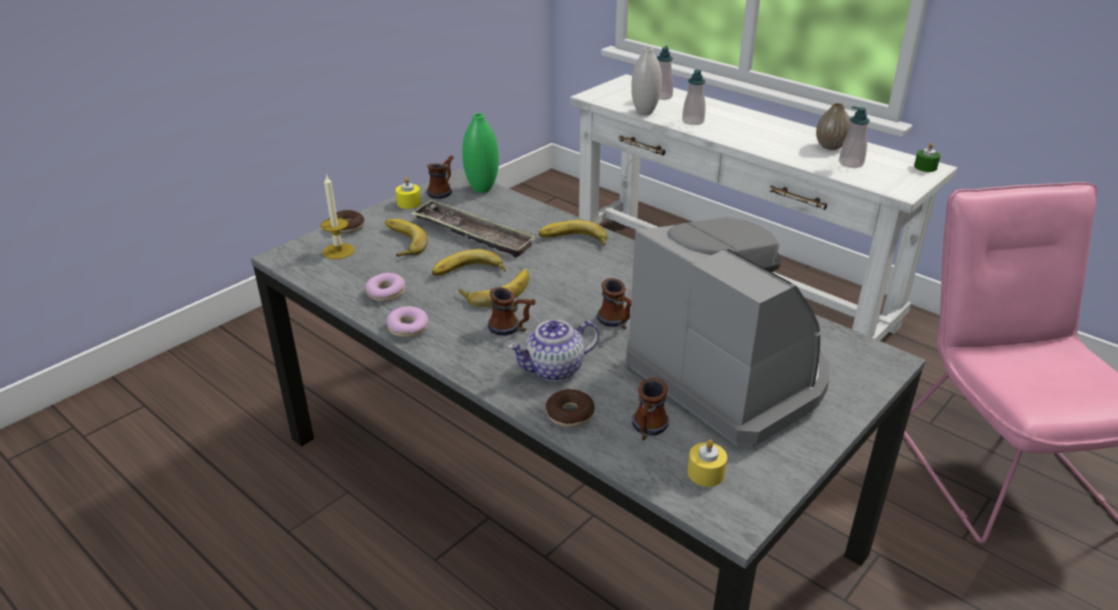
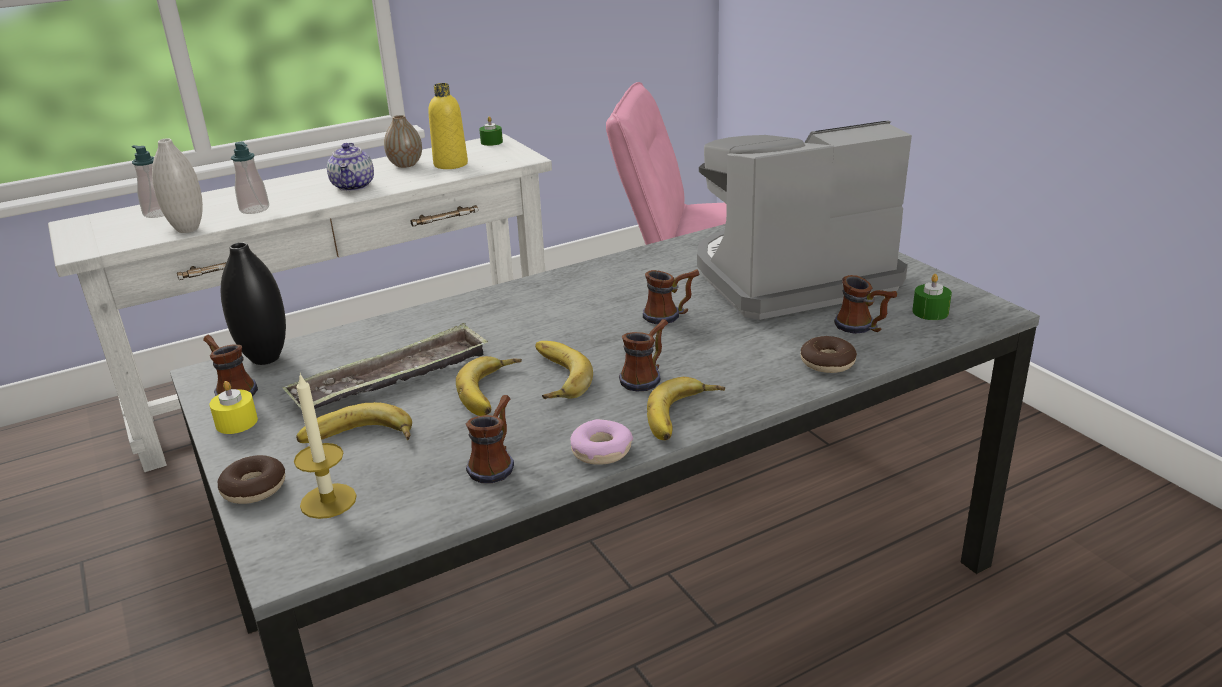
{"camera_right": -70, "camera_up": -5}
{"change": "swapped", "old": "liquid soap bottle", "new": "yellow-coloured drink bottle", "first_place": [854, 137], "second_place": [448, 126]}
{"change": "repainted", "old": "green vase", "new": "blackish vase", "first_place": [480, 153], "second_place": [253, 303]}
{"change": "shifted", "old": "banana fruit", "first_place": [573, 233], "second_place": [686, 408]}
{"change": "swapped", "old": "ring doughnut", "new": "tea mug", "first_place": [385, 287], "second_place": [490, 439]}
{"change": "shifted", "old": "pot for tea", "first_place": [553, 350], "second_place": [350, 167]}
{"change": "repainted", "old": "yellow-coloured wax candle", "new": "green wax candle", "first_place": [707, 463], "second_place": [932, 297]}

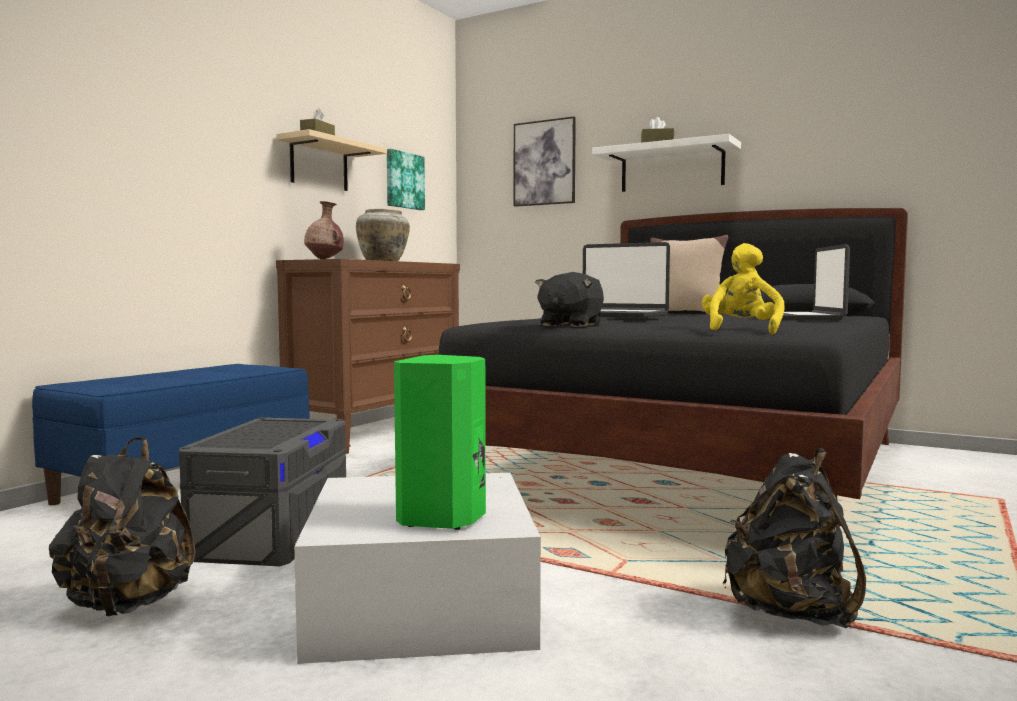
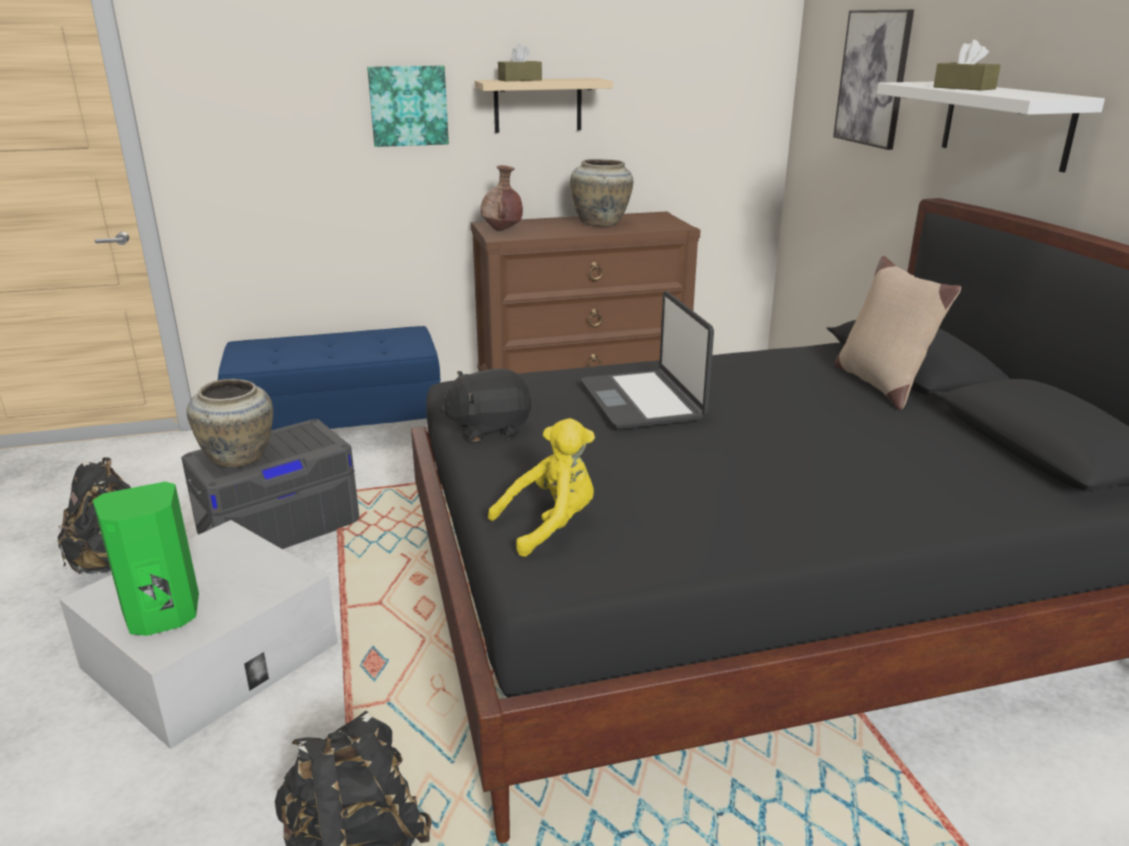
{"camera_right": 45, "camera_up": 20}
{"change": "shifted", "old": "wall picture", "first_place": [406, 179], "second_place": [408, 106]}
{"change": "gone", "old": "laptop", "first_place": [801, 282]}
{"change": "new", "new": "sand-coloured vase", "second_place": [230, 423]}

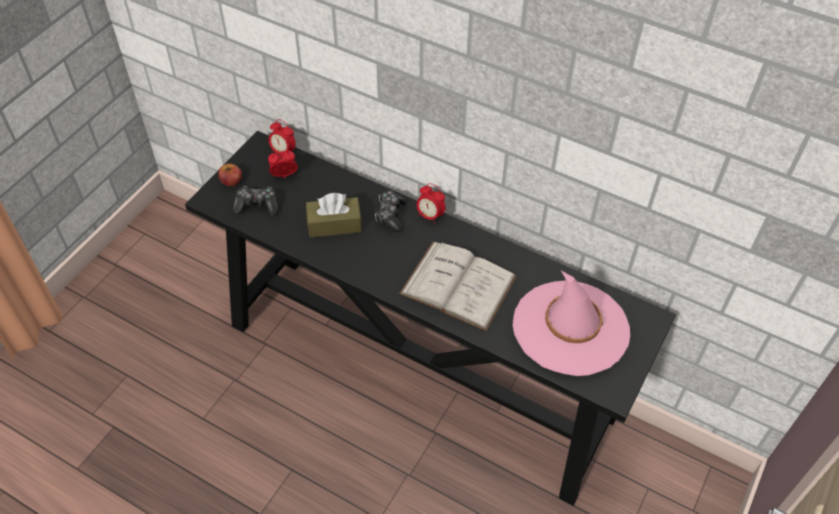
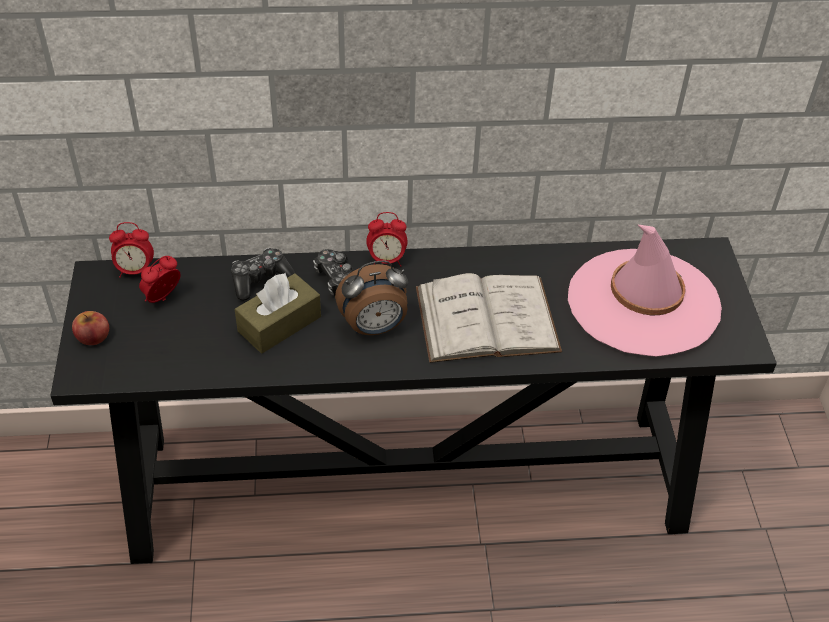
{"camera_right": -35, "camera_up": -5}
{"change": "shifted", "old": "gamepad", "first_place": [255, 200], "second_place": [263, 274]}
{"change": "new", "new": "alarm clock", "second_place": [371, 297]}

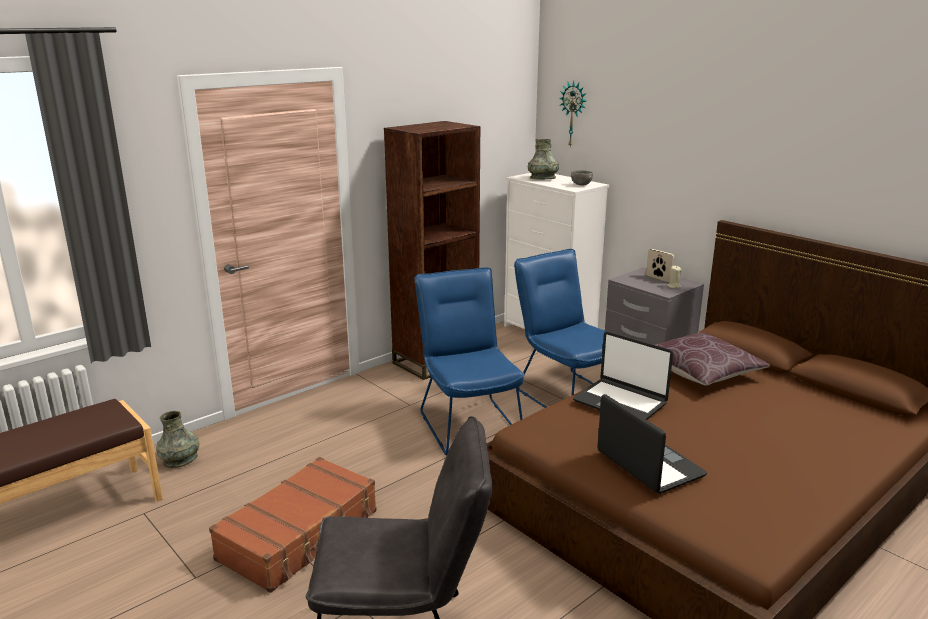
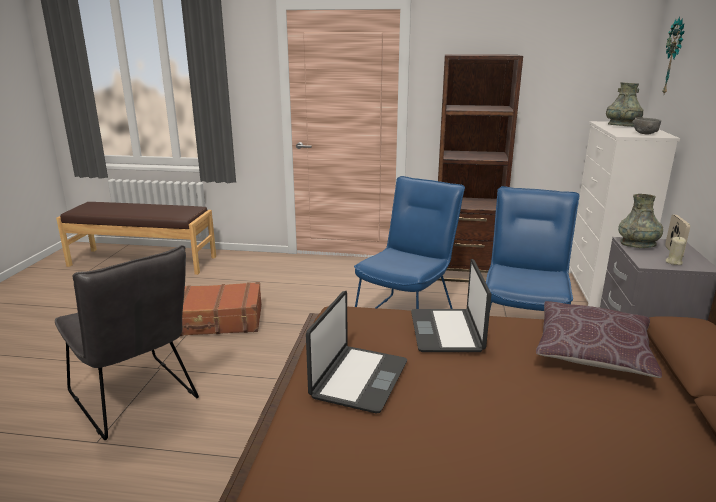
{"camera_right": 50, "camera_up": 0}
{"change": "shifted", "old": "greyish vase", "first_place": [177, 439], "second_place": [640, 221]}

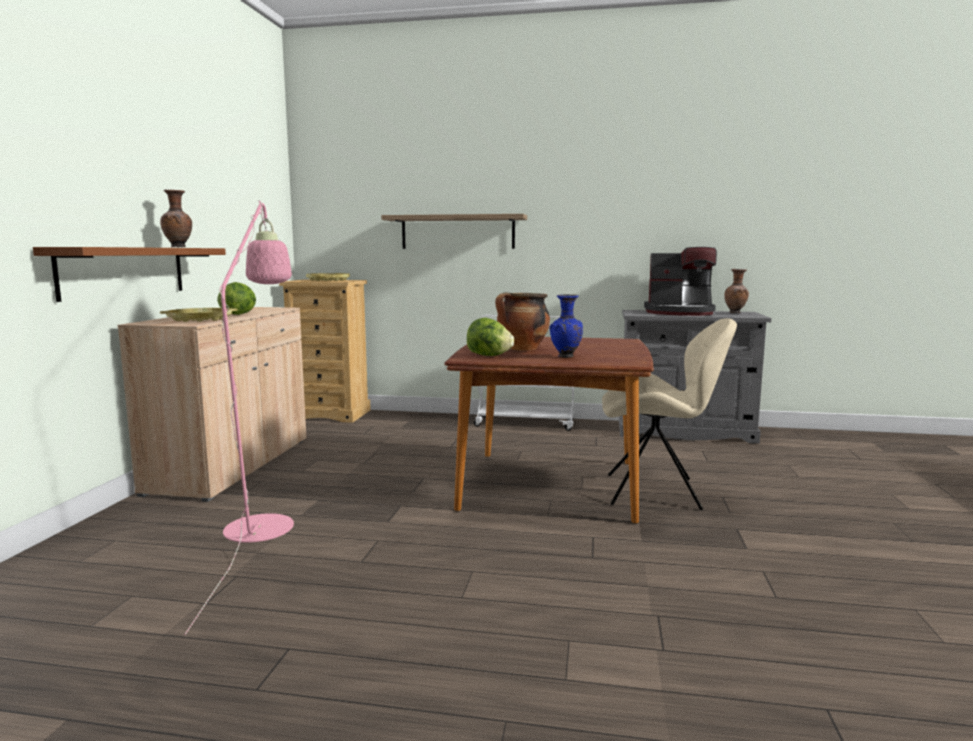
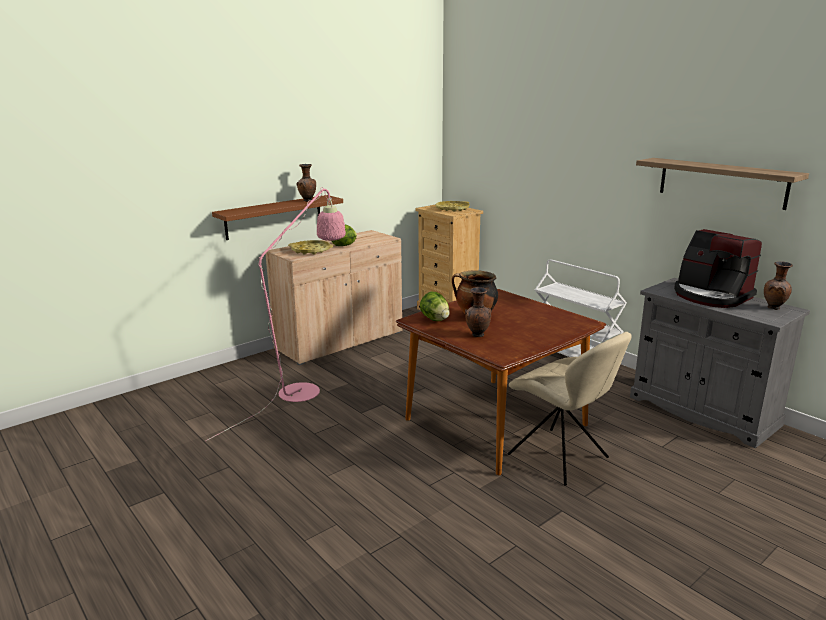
{"camera_right": 40, "camera_up": 10}
{"change": "shifted", "old": "wall shelf", "first_place": [454, 231], "second_place": [722, 184]}
{"change": "repainted", "old": "blue vase", "new": "brown-coloured vase", "first_place": [566, 326], "second_place": [478, 312]}

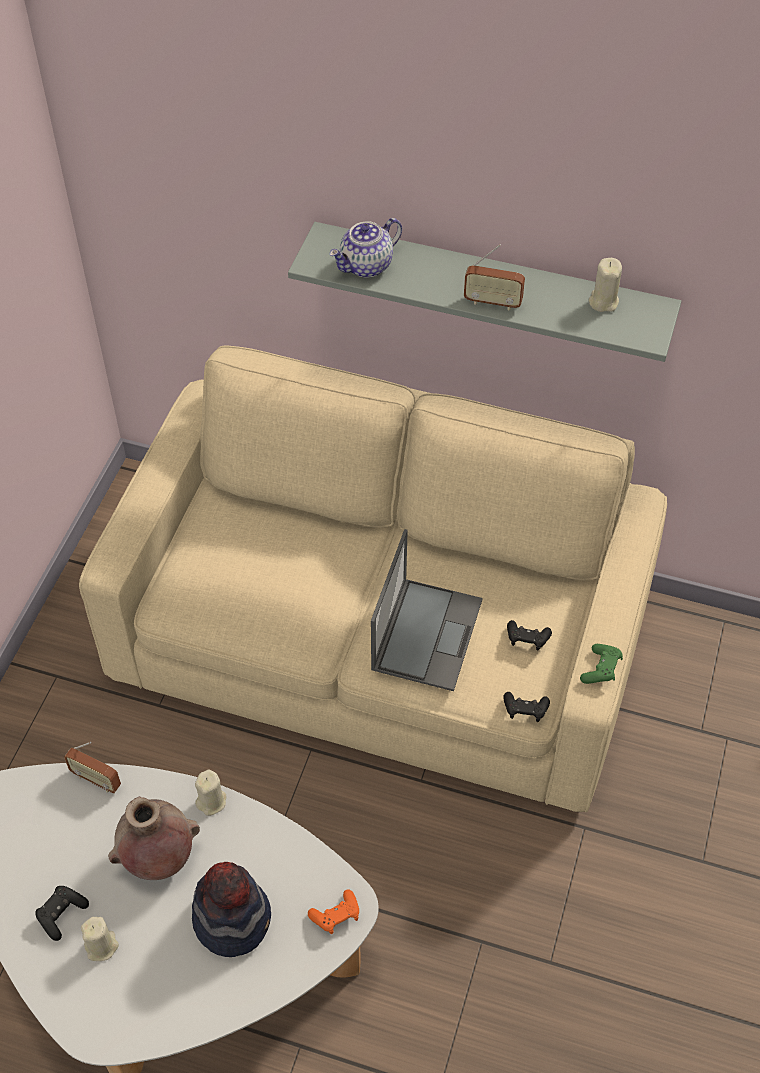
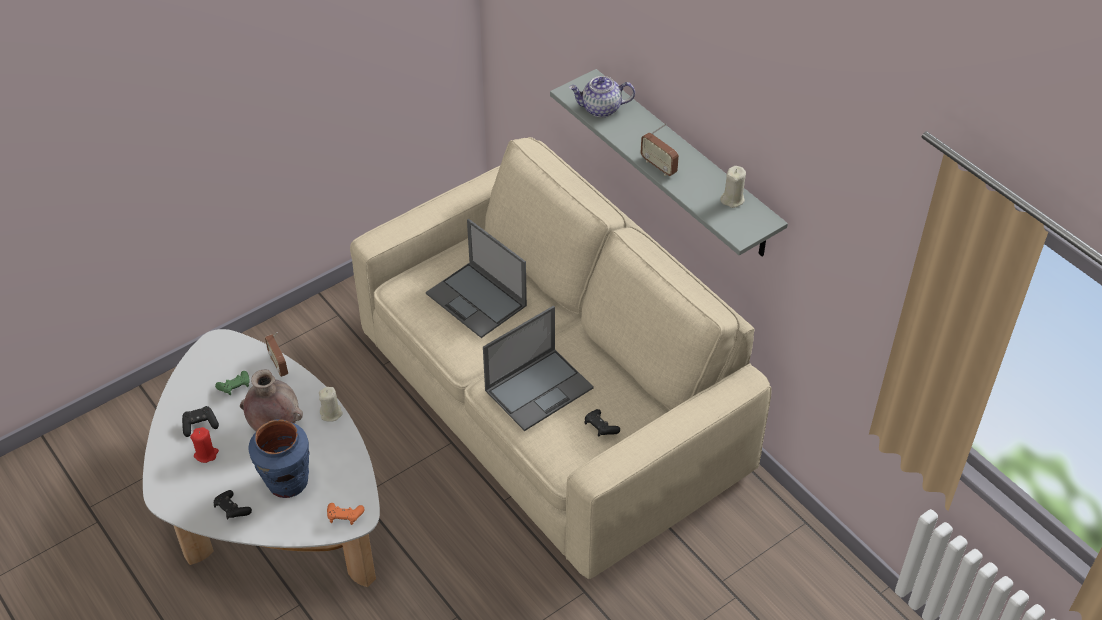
{"camera_right": 35, "camera_up": -5}
{"change": "shifted", "old": "green gamepad", "first_place": [601, 664], "second_place": [232, 383]}
{"change": "shifted", "old": "blackish gamepad", "first_place": [526, 707], "second_place": [232, 505]}
{"change": "swapped", "old": "wearable hat", "new": "blue vase", "first_place": [231, 909], "second_place": [279, 458]}
{"change": "repainted", "old": "sand-coloured wax candle", "new": "reddish wax candle", "first_place": [100, 939], "second_place": [204, 445]}
{"change": "new", "new": "laptop", "second_place": [476, 278]}

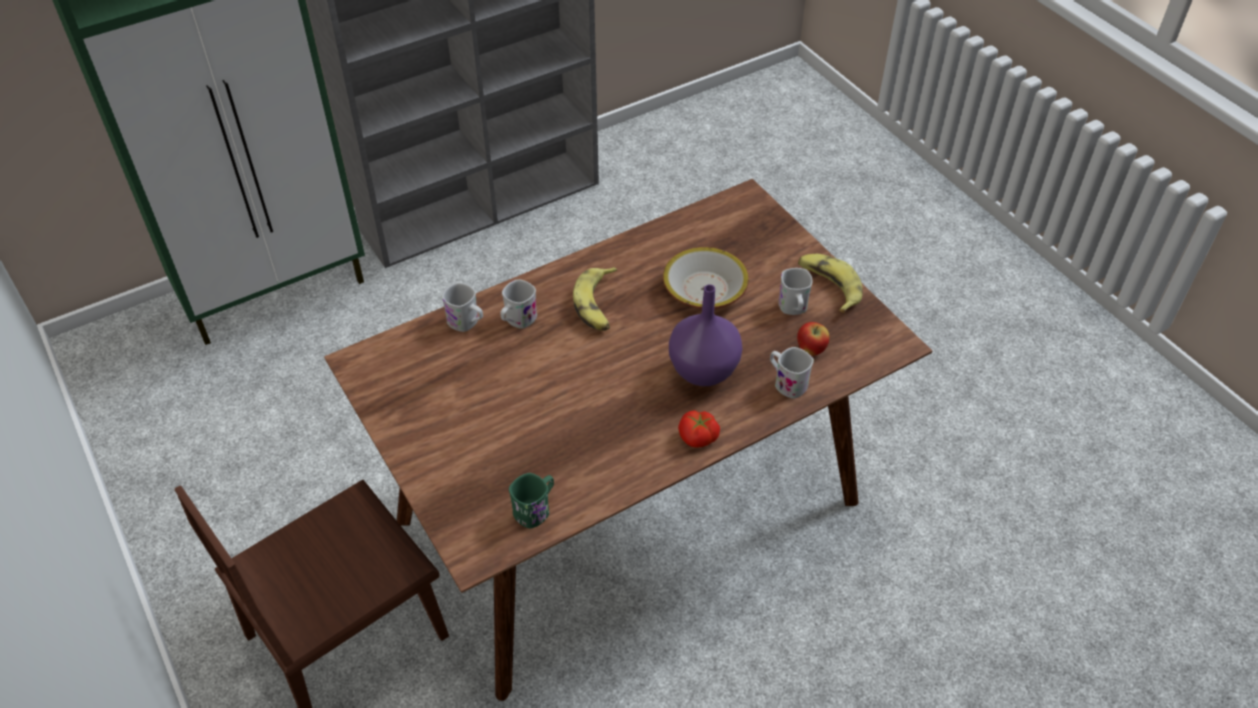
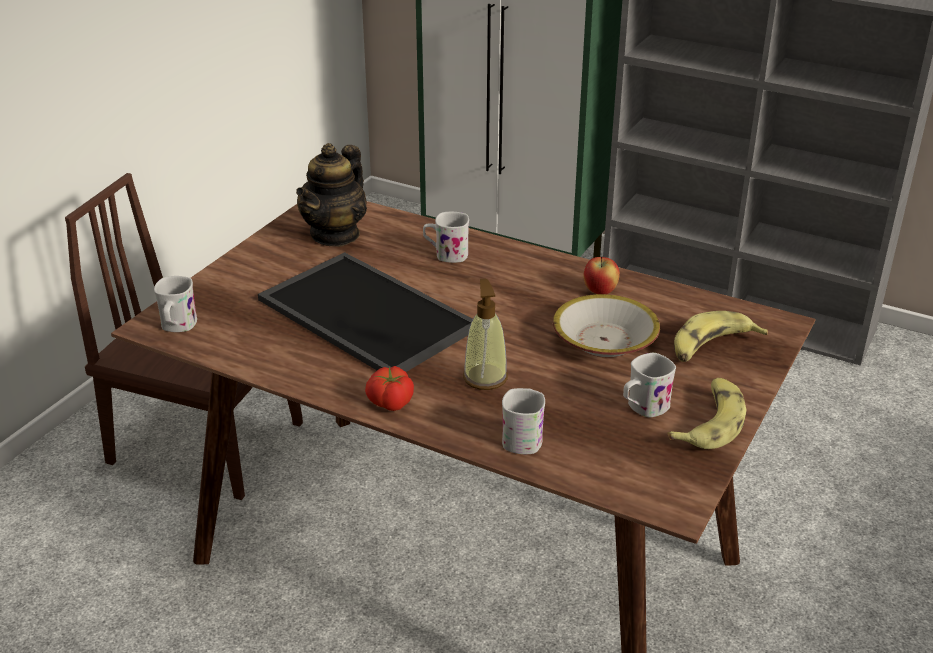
{"camera_right": 60, "camera_up": -15}
{"change": "shifted", "old": "banana fruit", "first_place": [595, 299], "second_place": [721, 336]}
{"change": "shifted", "old": "whitish tea mug", "first_place": [462, 307], "second_place": [175, 304]}
{"change": "swapped", "old": "purple-coloured vase", "new": "liquid soap bottle", "first_place": [706, 335], "second_place": [485, 334]}
{"change": "shifted", "old": "apple", "first_place": [813, 339], "second_place": [602, 275]}
{"change": "gone", "old": "green tea mug", "first_place": [531, 500]}
{"change": "new", "new": "pot for tea", "second_place": [331, 195]}
{"change": "new", "new": "carrying tray", "second_place": [365, 312]}

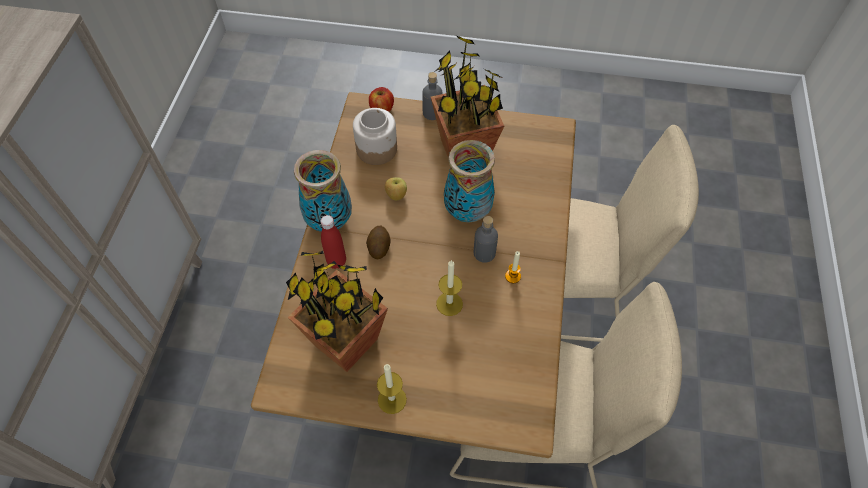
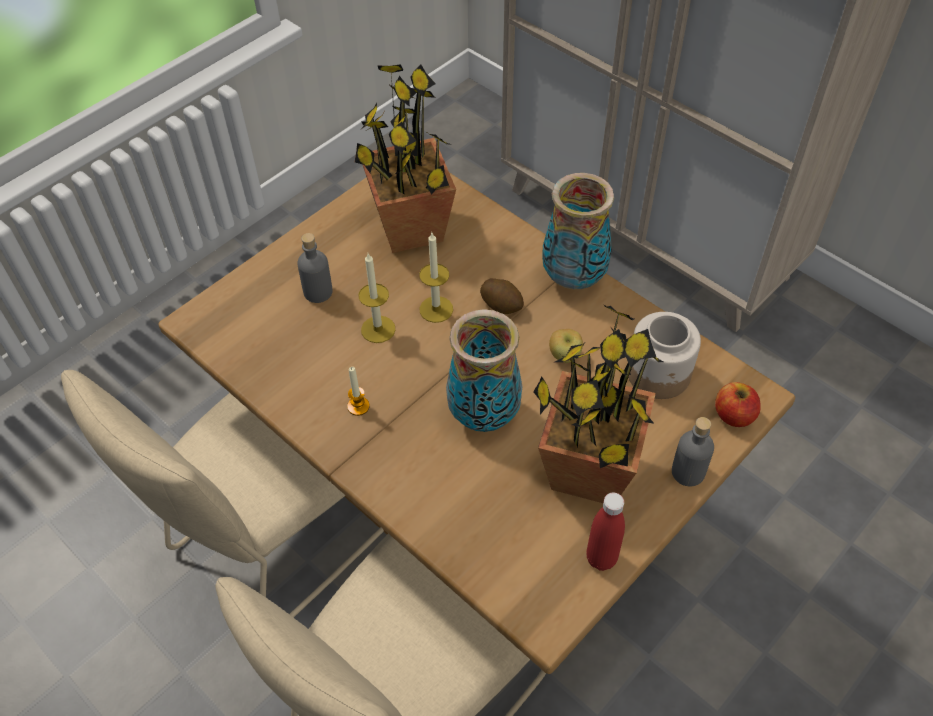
{"camera_right": 125, "camera_up": -5}
{"change": "shifted", "old": "reddish drink bottle", "first_place": [333, 242], "second_place": [605, 532]}
{"change": "shifted", "old": "greyish drink bottle", "first_place": [486, 239], "second_place": [315, 268]}
{"change": "shifted", "old": "wax candle", "first_place": [392, 389], "second_place": [436, 278]}

